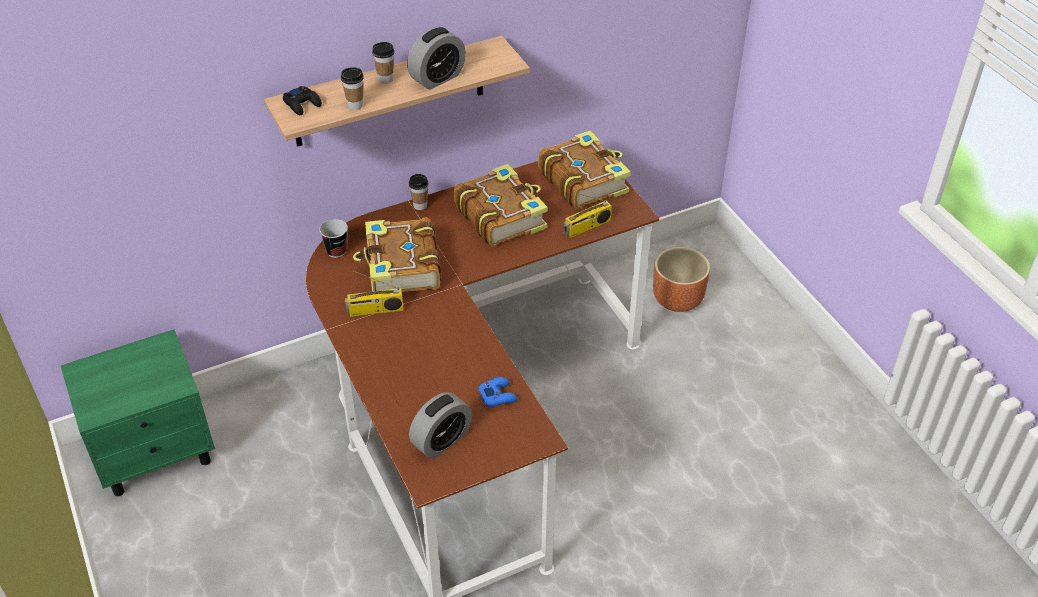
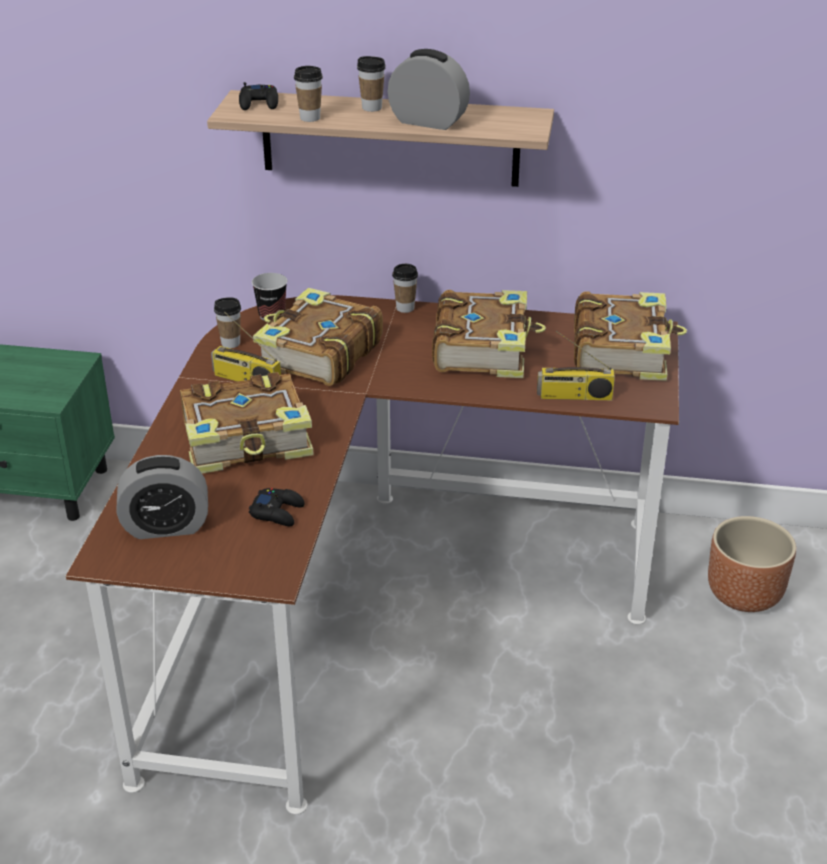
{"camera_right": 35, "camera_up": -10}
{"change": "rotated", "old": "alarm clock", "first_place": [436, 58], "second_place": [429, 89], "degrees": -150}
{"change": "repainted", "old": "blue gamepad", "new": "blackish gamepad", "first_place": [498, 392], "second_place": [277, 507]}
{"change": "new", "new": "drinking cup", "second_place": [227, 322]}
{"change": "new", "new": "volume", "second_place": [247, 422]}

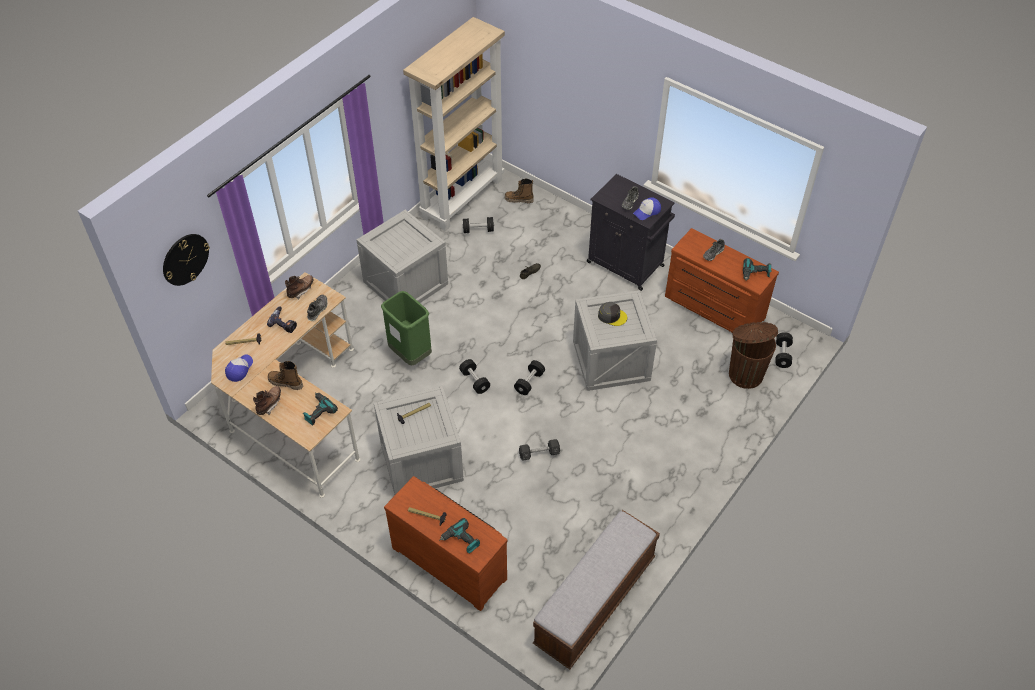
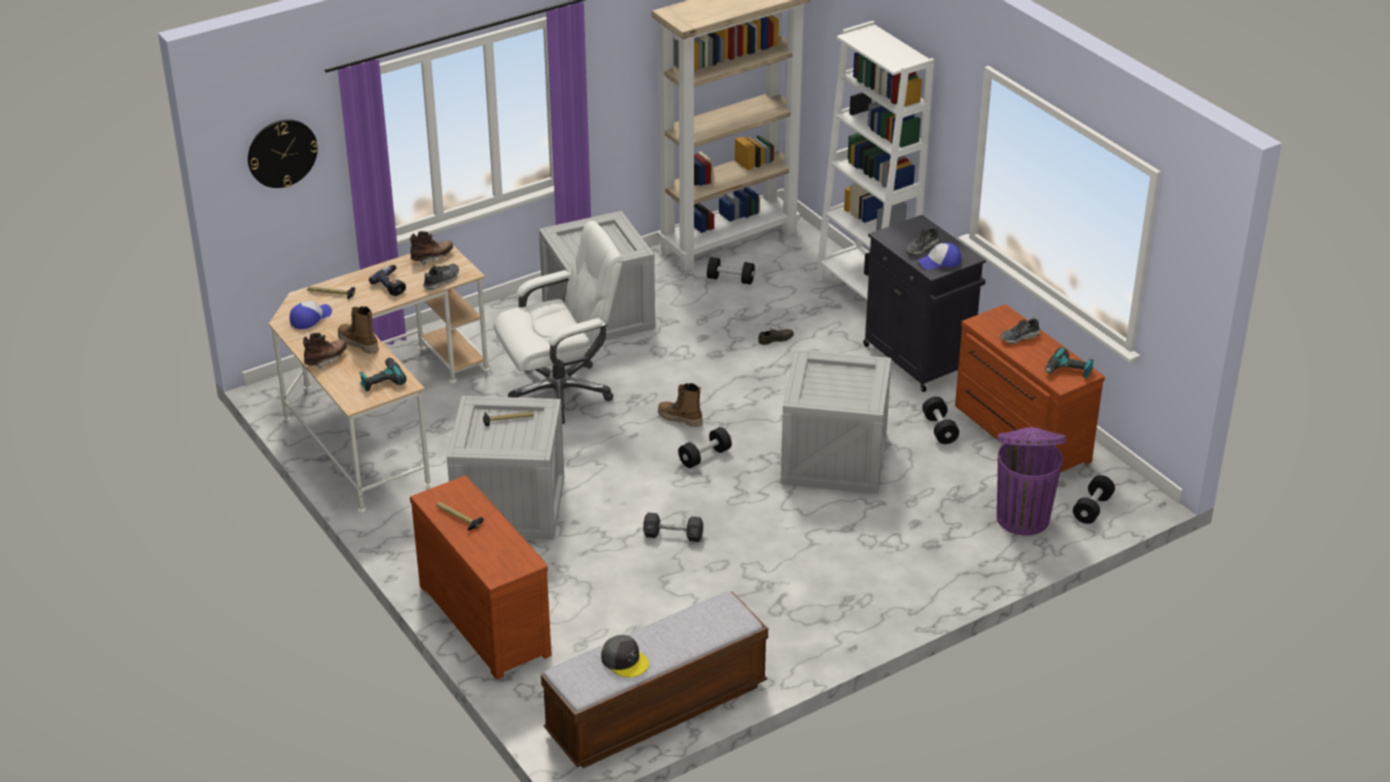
{"camera_right": 20, "camera_up": -15}
{"change": "shifted", "old": "high-top boot", "first_place": [519, 191], "second_place": [680, 405]}
{"change": "swapped", "old": "green waste bin", "new": "whitish computer chair", "first_place": [406, 328], "second_place": [558, 322]}
{"change": "shifted", "old": "greyish baseball cap", "first_place": [612, 314], "second_place": [625, 656]}
{"change": "repainted", "old": "brown-coloured waste bin", "new": "purple-coloured waste bin", "first_place": [753, 355], "second_place": [1031, 481]}
{"change": "shifted", "old": "blackish hand weight", "first_place": [474, 376], "second_place": [940, 420]}
{"change": "gone", "old": "drill", "first_place": [460, 535]}
{"change": "new", "new": "whitish bookcase", "second_place": [875, 160]}

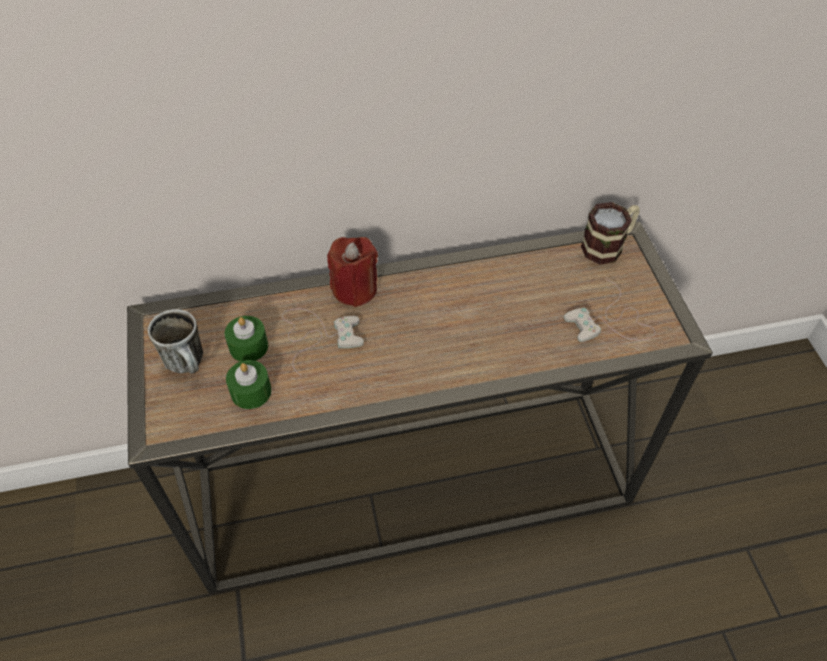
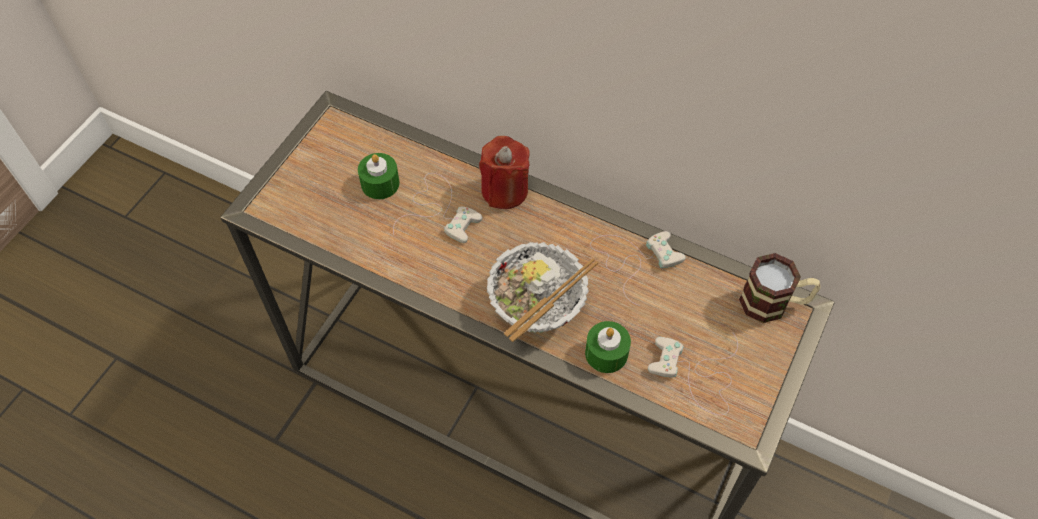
{"camera_right": 40, "camera_up": 5}
{"change": "gone", "old": "tea mug", "first_place": [175, 341]}
{"change": "shifted", "old": "green wax candle", "first_place": [249, 384], "second_place": [608, 347]}
{"change": "new", "new": "whitish gamepad", "second_place": [638, 268]}
{"change": "new", "new": "serving bowl", "second_place": [542, 292]}

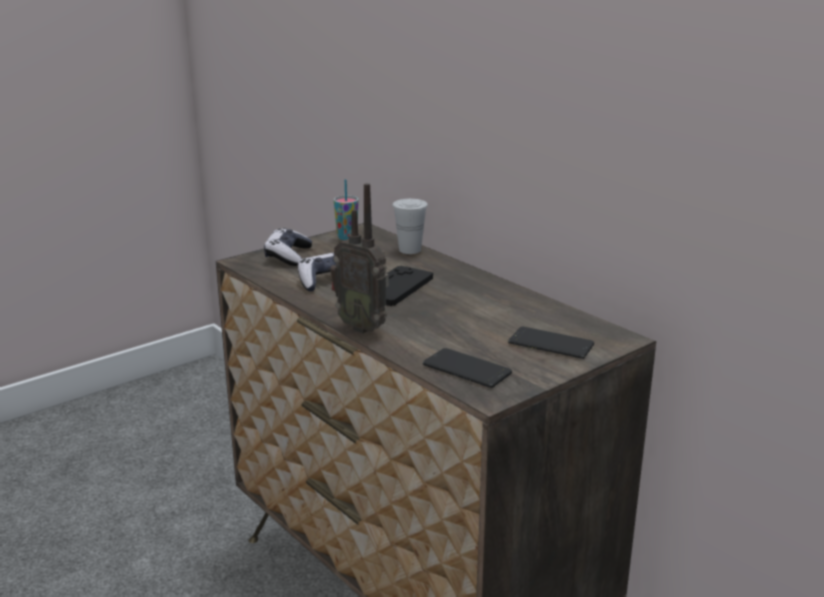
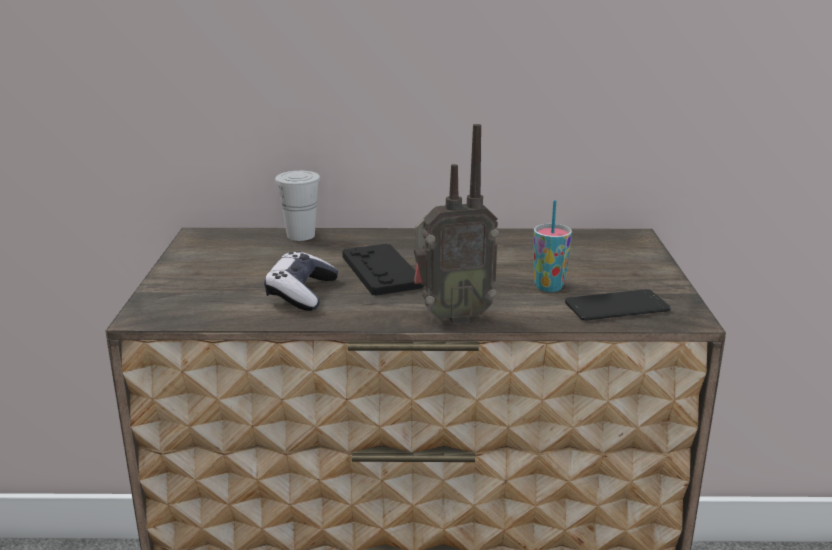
{"camera_right": -50, "camera_up": 0}
{"change": "shifted", "old": "drinking cup", "first_place": [346, 209], "second_place": [553, 246]}
{"change": "gone", "old": "gamepad", "first_place": [288, 247]}
{"change": "gone", "old": "phone", "first_place": [551, 343]}

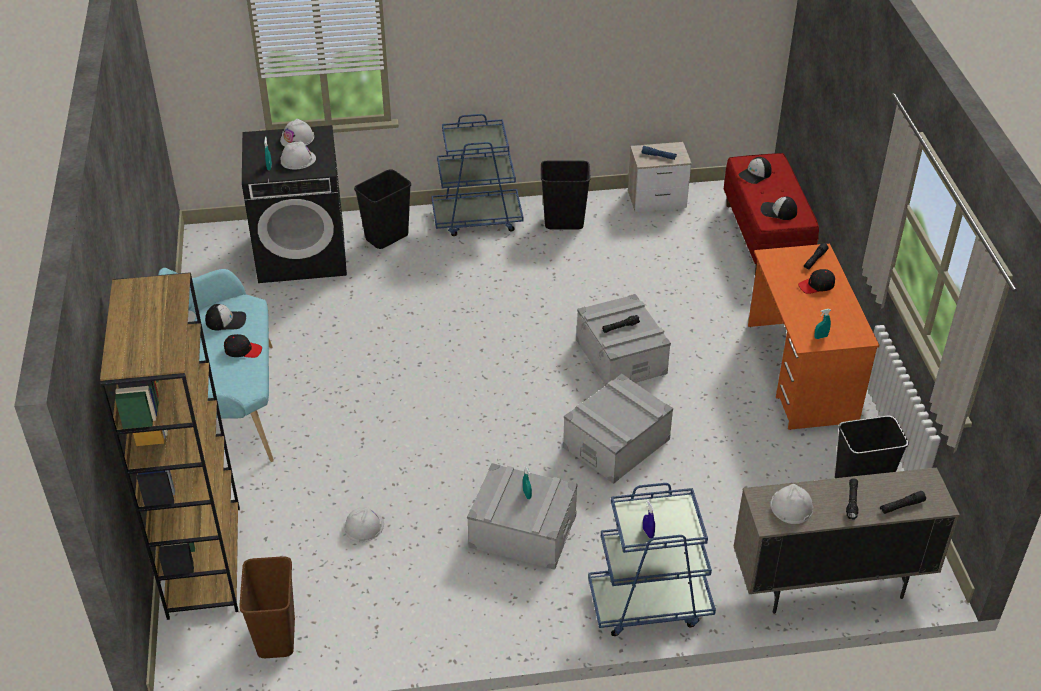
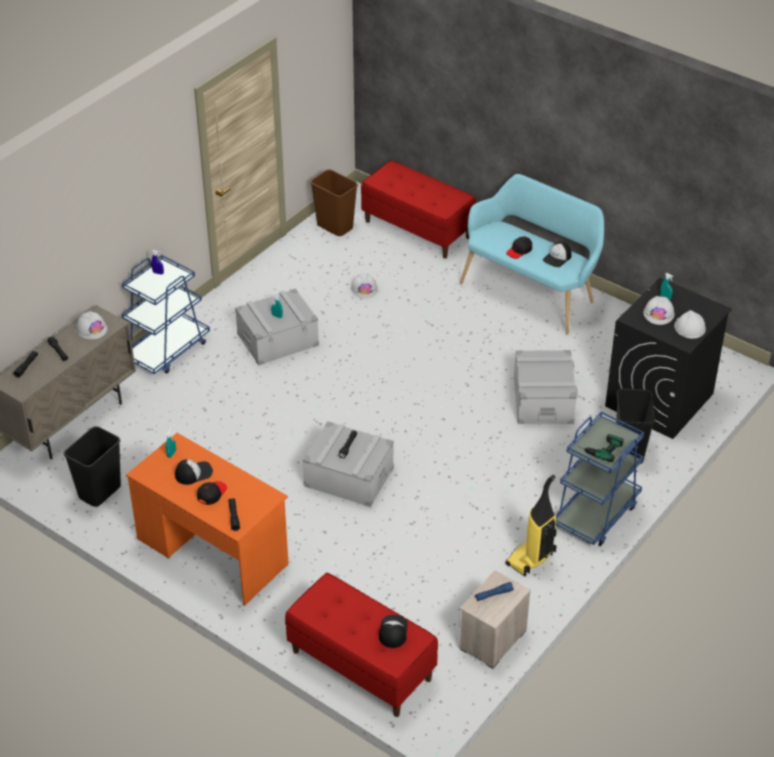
{"camera_right": 135, "camera_up": 0}
{"change": "swapped", "old": "blackish waste bin", "new": "hoover", "first_place": [566, 195], "second_place": [531, 526]}
{"change": "shifted", "old": "baseball cap", "first_place": [778, 208], "second_place": [194, 472]}
{"change": "swapped", "old": "brown-coloured bookcase", "new": "reddish indoor bench", "first_place": [170, 446], "second_place": [418, 209]}
{"change": "shifted", "old": "greyish storage box", "first_place": [618, 429], "second_place": [546, 387]}
{"change": "new", "new": "drill", "second_place": [601, 448]}

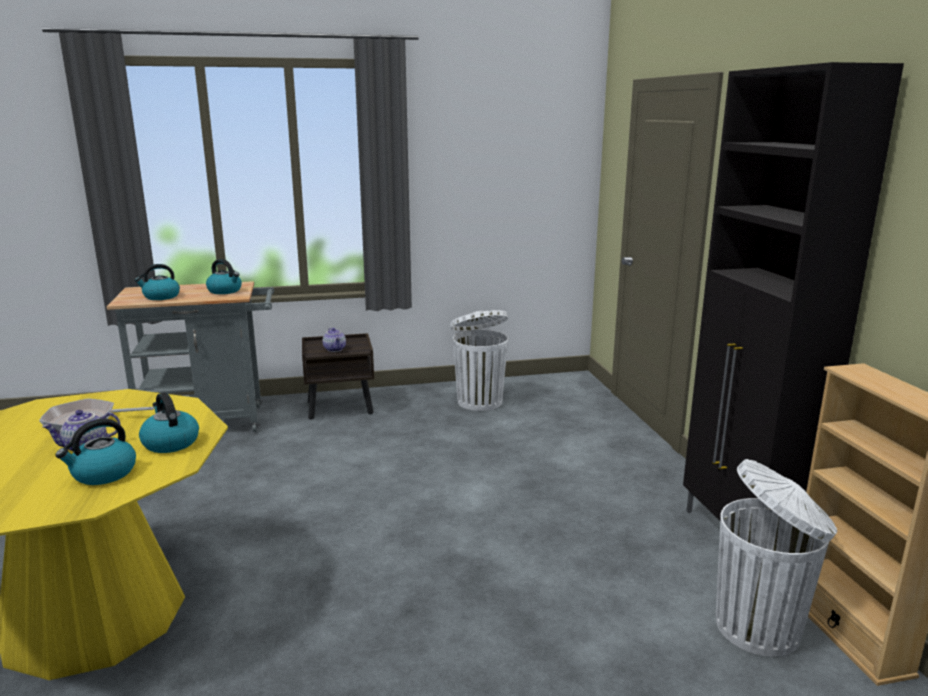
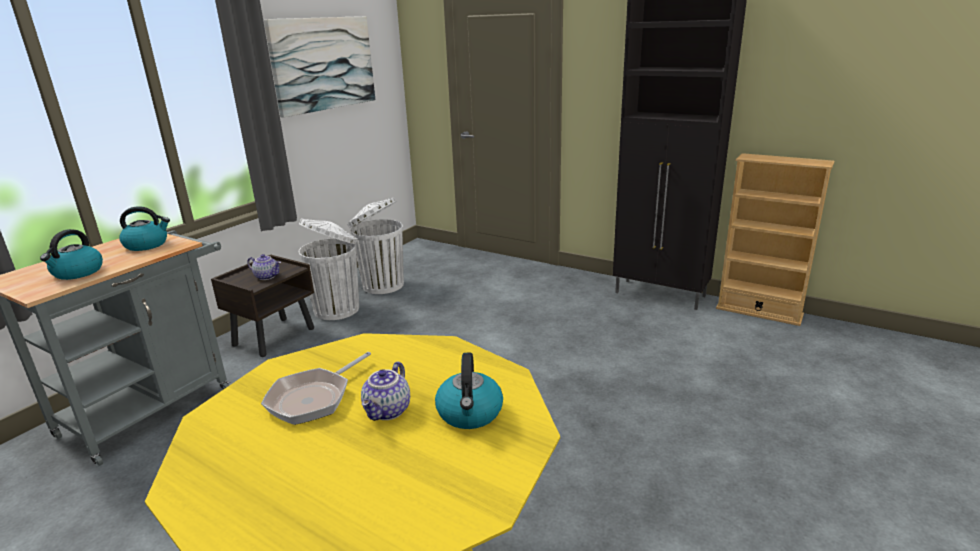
{"camera_right": -45, "camera_up": 5}
{"change": "gone", "old": "water kettle", "first_place": [169, 422]}
{"change": "shifted", "old": "whitish waste bin", "first_place": [776, 558], "second_place": [329, 269]}
{"change": "new", "new": "wall picture", "second_place": [319, 67]}

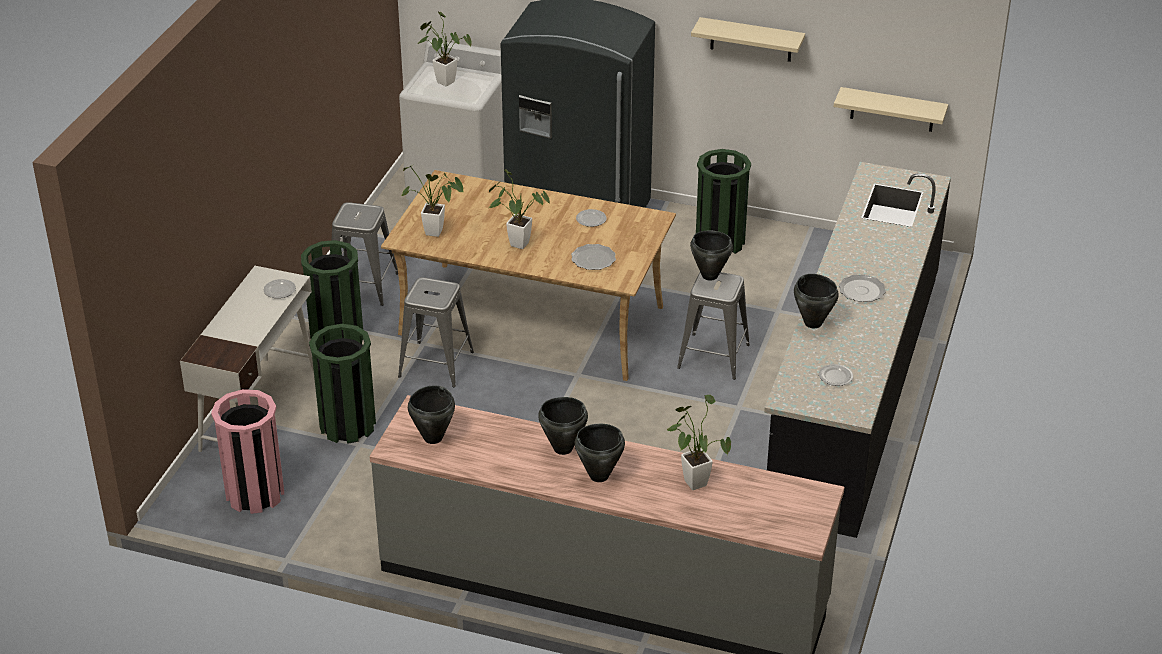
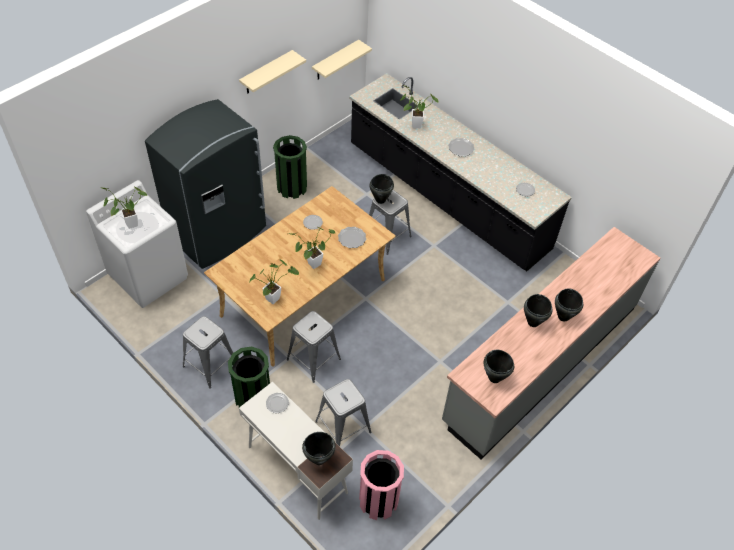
{"camera_right": -65, "camera_up": 15}
{"change": "shifted", "old": "blackish stockpot", "first_place": [816, 301], "second_place": [319, 448]}
{"change": "swapped", "old": "green waste bin", "new": "greyish stool", "first_place": [342, 384], "second_place": [343, 412]}
{"change": "shifted", "old": "houseplant", "first_place": [699, 442], "second_place": [419, 106]}

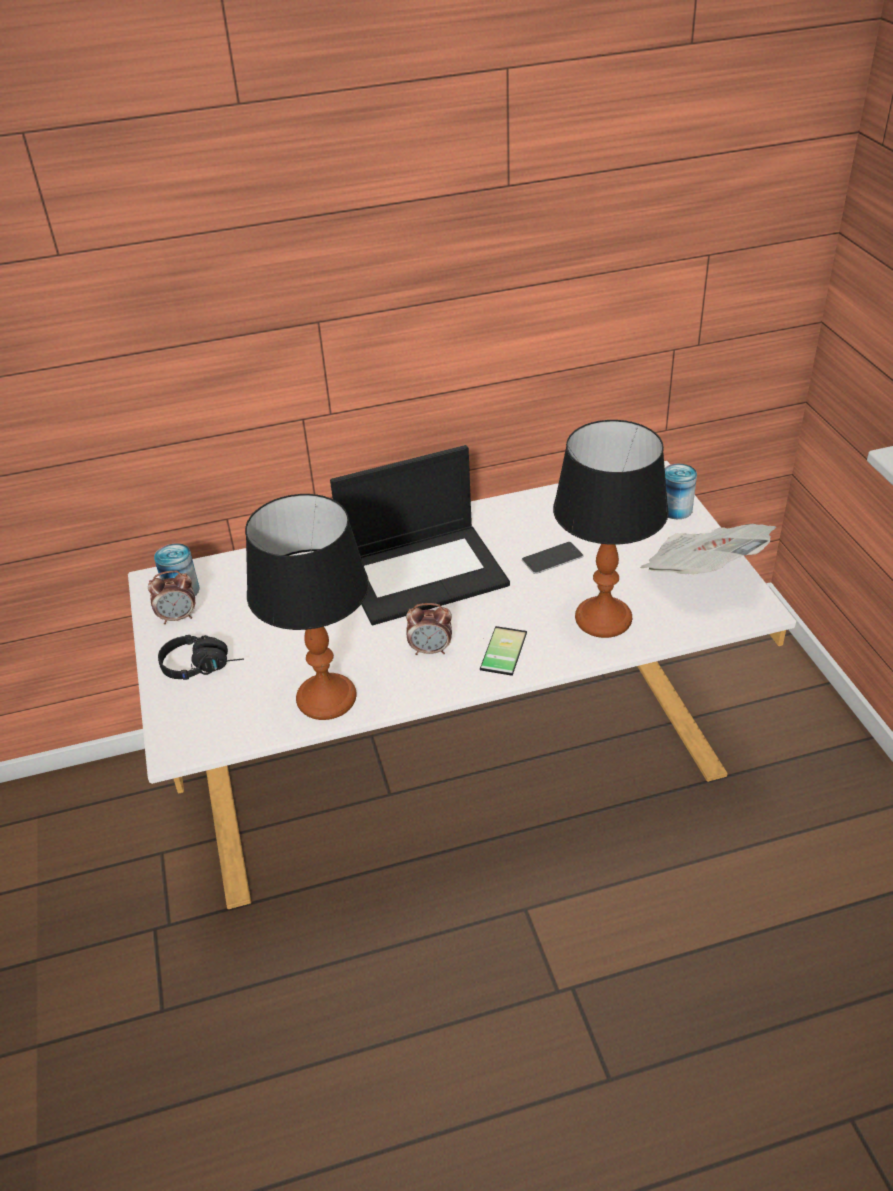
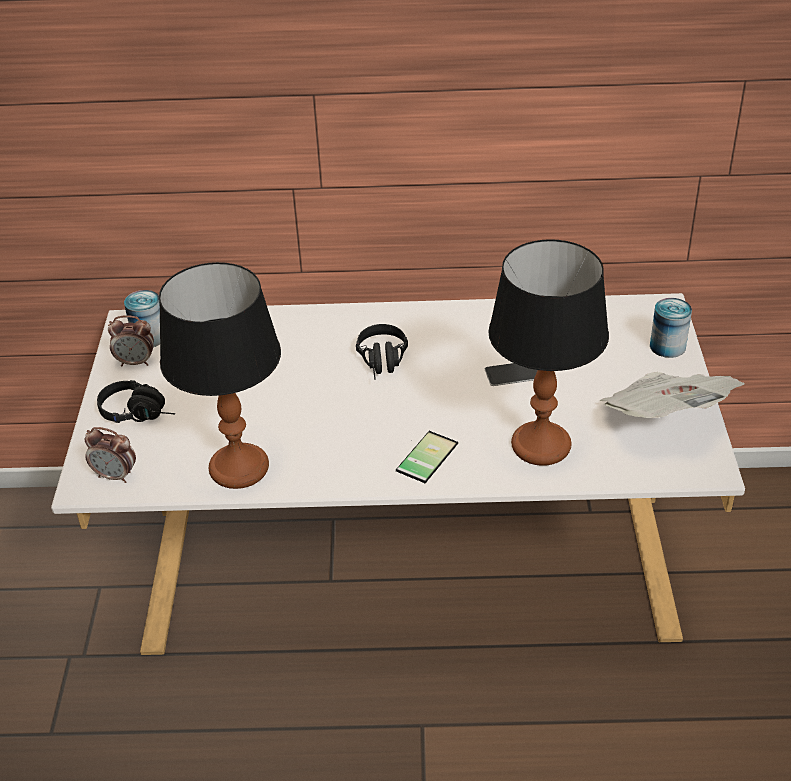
{"camera_right": 15, "camera_up": 0}
{"change": "swapped", "old": "laptop", "new": "blackish headset", "first_place": [420, 535], "second_place": [382, 352]}
{"change": "shifted", "old": "alarm clock", "first_place": [429, 629], "second_place": [110, 455]}

